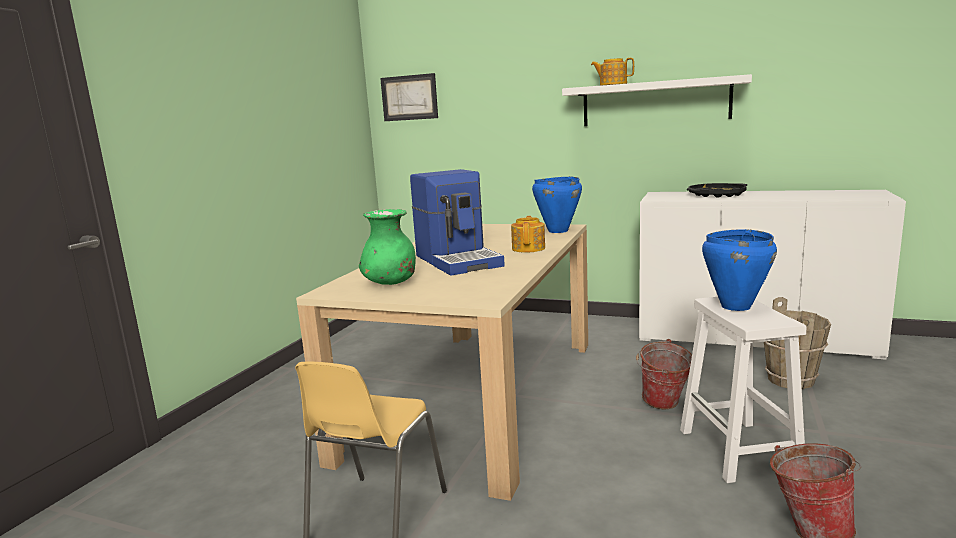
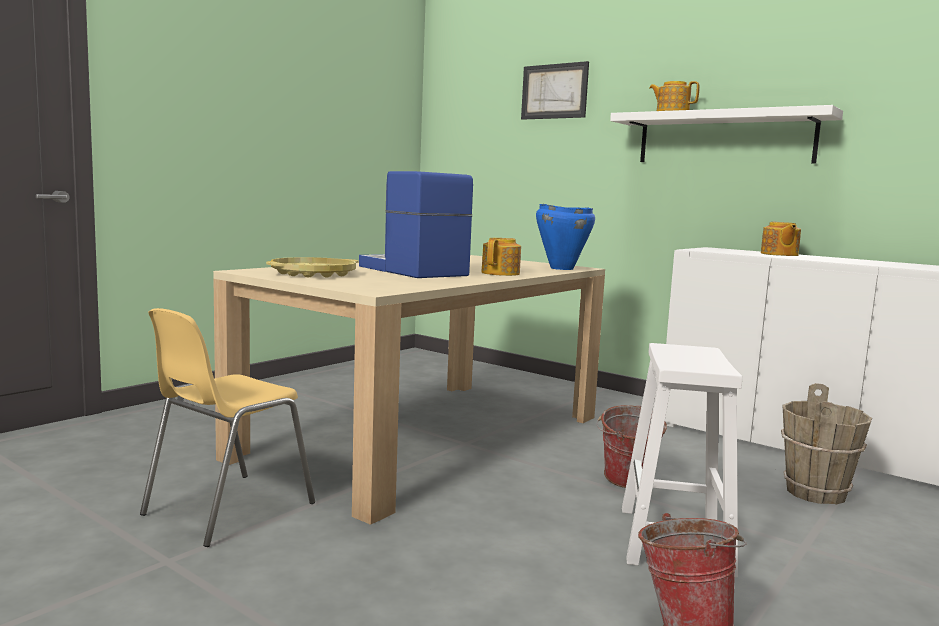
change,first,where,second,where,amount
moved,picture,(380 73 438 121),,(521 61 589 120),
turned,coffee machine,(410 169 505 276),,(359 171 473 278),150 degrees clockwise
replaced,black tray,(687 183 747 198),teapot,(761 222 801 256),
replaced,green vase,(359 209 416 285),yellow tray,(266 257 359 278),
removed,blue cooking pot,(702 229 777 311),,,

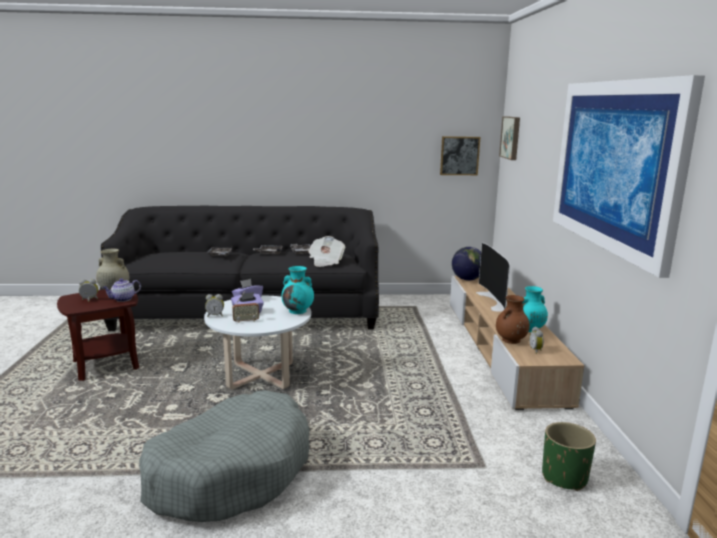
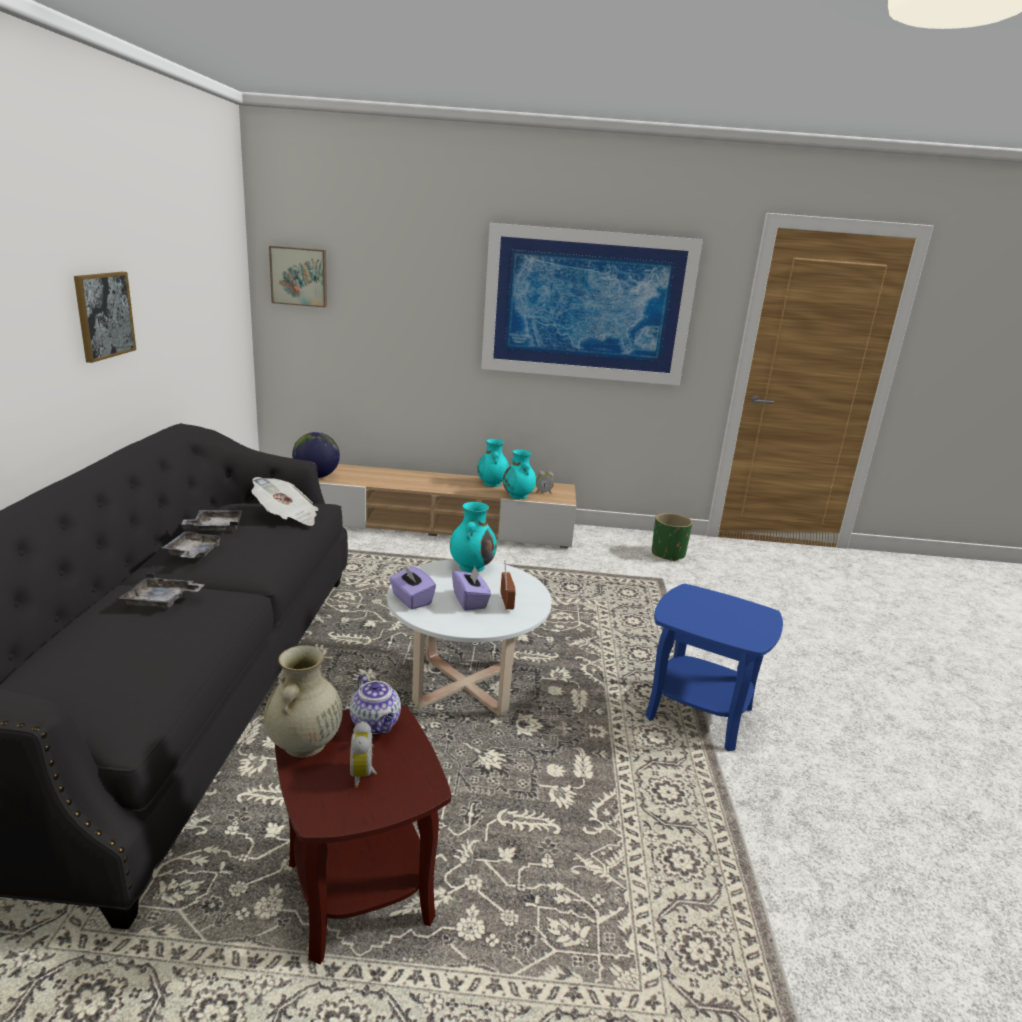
change,first,where,second,where,amount
moved,picture,(440 136 480 175),,(74 272 136 363),
removed,television,(476 242 510 312),,,
removed,alarm clock,(205 294 224 317),,,
recoloured,brown vase,(496 295 530 344),turquoise vase,(503 449 536 499),
replaced,grey dog bed,(139 390 309 522),blue side table,(646 584 783 751),

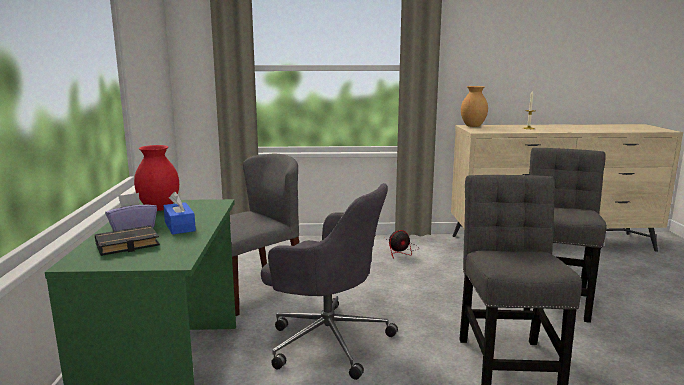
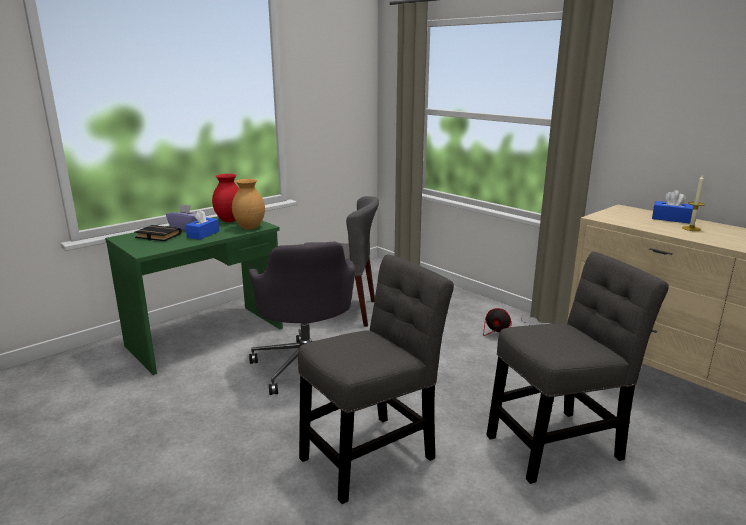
change,first,where,second,where,amount
moved,brown vase,(461 86 488 127),,(232 179 265 229),
added,,,blue tissue box,(652 190 693 224),

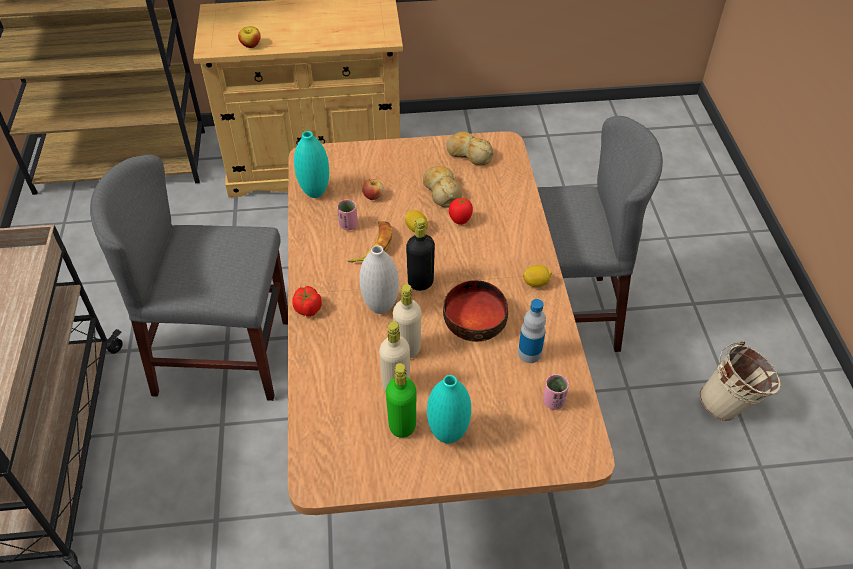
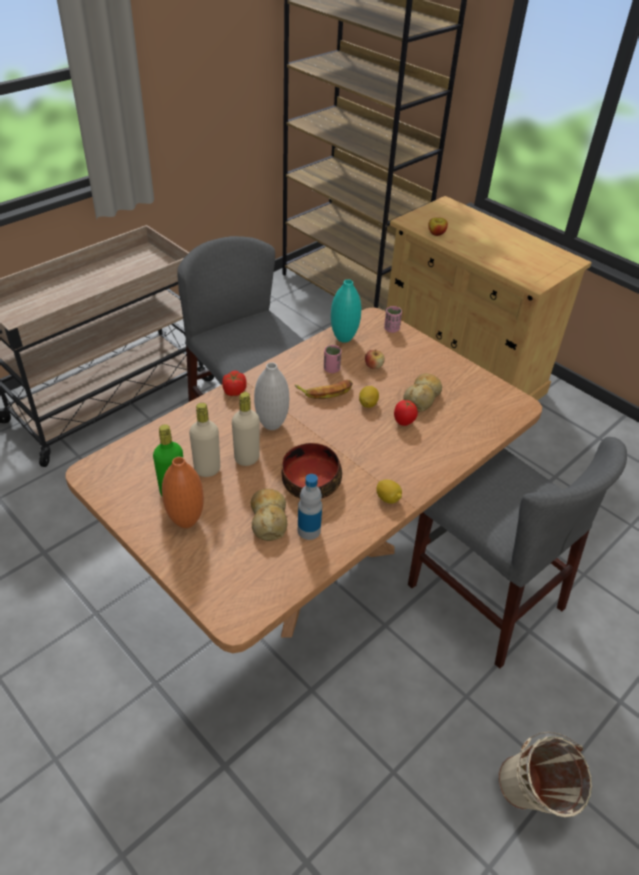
change,first,where,second,where,amount
moved,bread,(447 132 494 165),,(251 489 287 541),
removed,black bottle,(406 218 435 291),,,
moved,pink cup,(543 374 569 410),,(384 306 402 333),
recoloured,turquoise vase,(427 375 471 444),orange vase,(162 457 204 528),

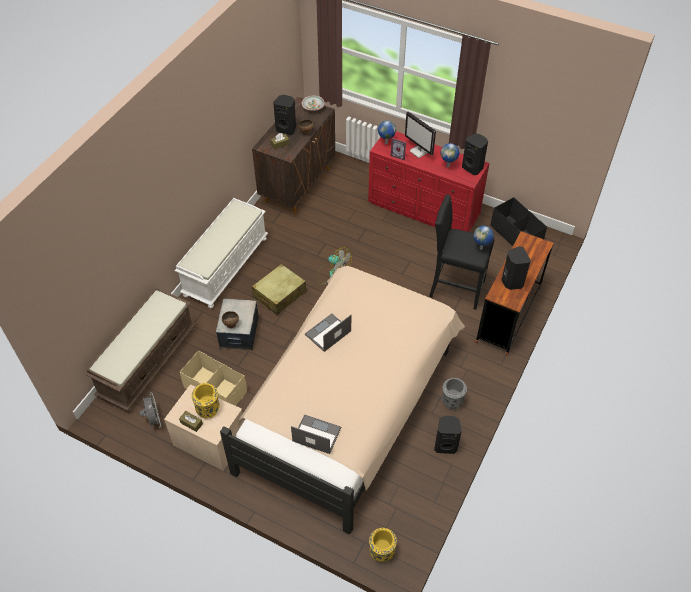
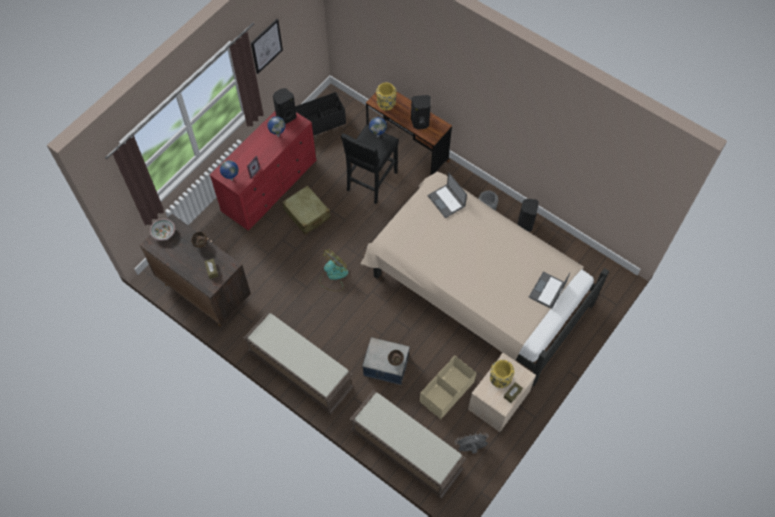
change,first,where,second,where,amount
removed,black speaker,(273 95 296 135),,,
removed,monitor,(405 112 436 158),,,
recoloured,white bench,(175 198 268 308),brown bench,(243 311 354 414),
moved,beige suitcase,(252 264 306 315),,(282 185 331 235),
moved,laptop,(305 314 351 352),,(428 172 467 218),
moved,yellow vase,(369 528 397 562),,(376 82 397 110),
added,,,picture,(251 19 283 74),

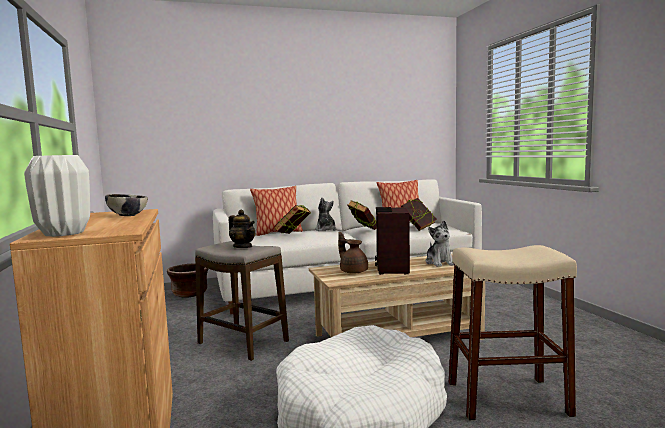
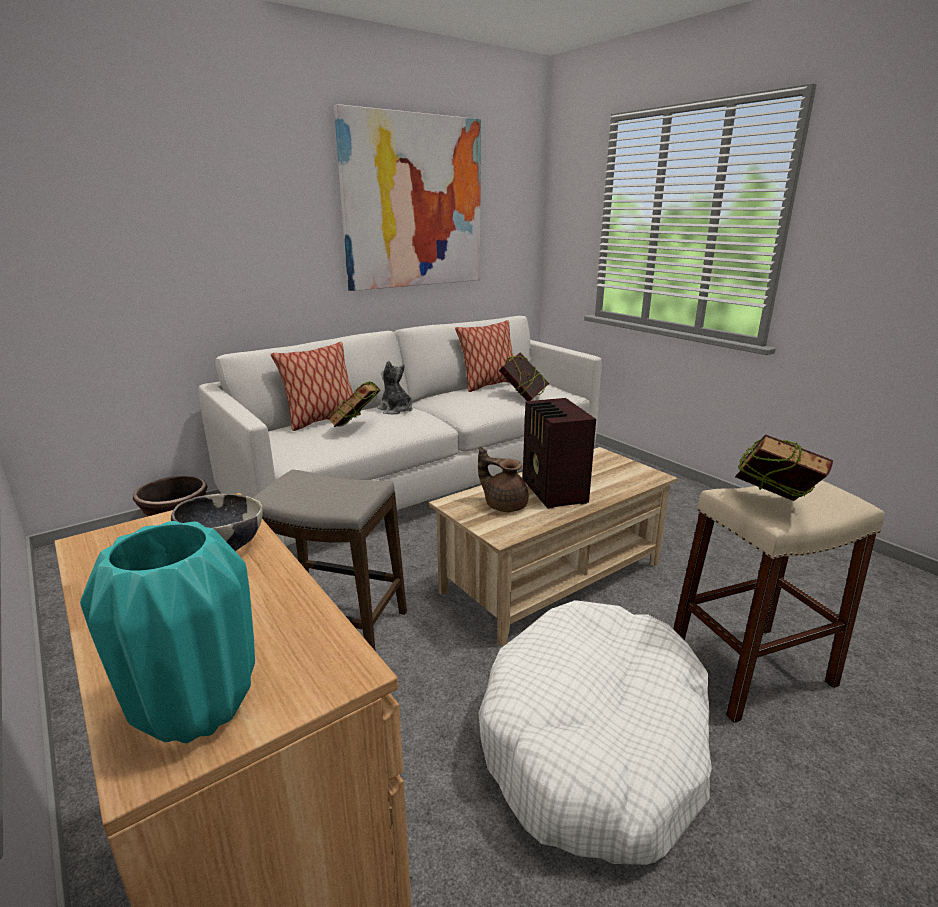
change,first,where,second,where,amount
recoloured,white vase,(24 155 90 237),turquoise vase,(80 521 255 743),
moved,book,(347 200 376 230),,(735 434 833 501),
removed,teapot,(228 210 255 248),,,
removed,plush toy,(426 220 454 267),,,
added,,,picture,(334 104 481 291),

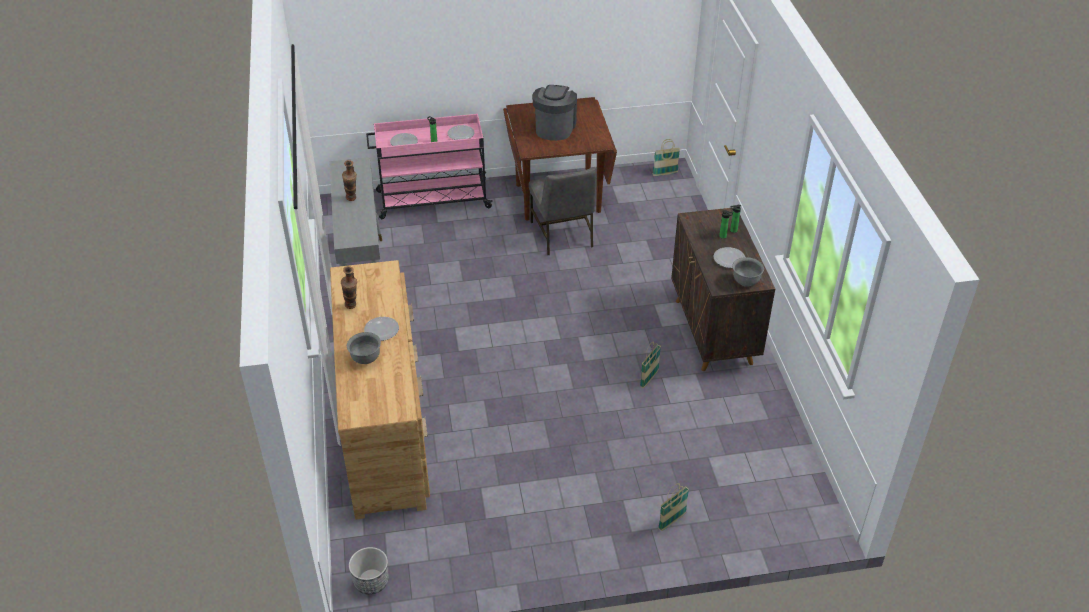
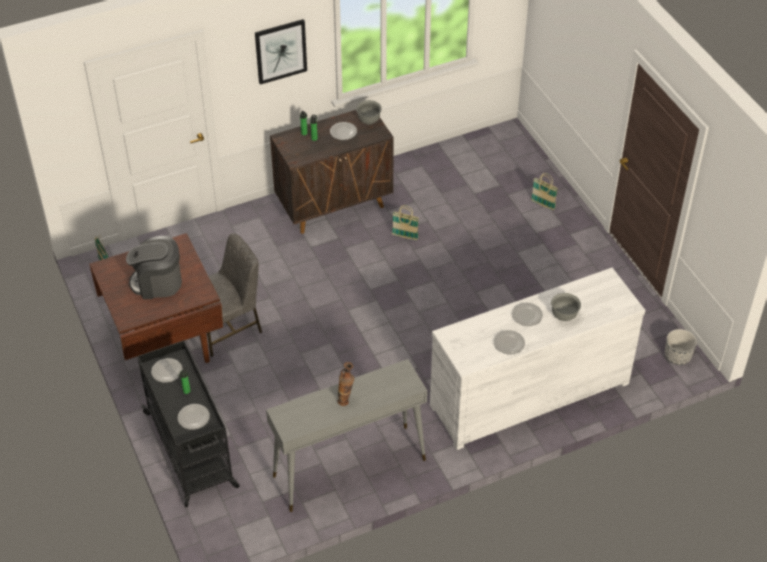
change,first,where,second,where,amount
recoloured,pink cart,(366 114 493 219),black cart,(137 340 240 507),
recoloured,brown dresser,(330 260 430 519),white dresser,(430 268 645 450),
replaced,vase,(341 266 357 309),plate,(493 330 525 355),
added,,,picture,(255 19 307 85),

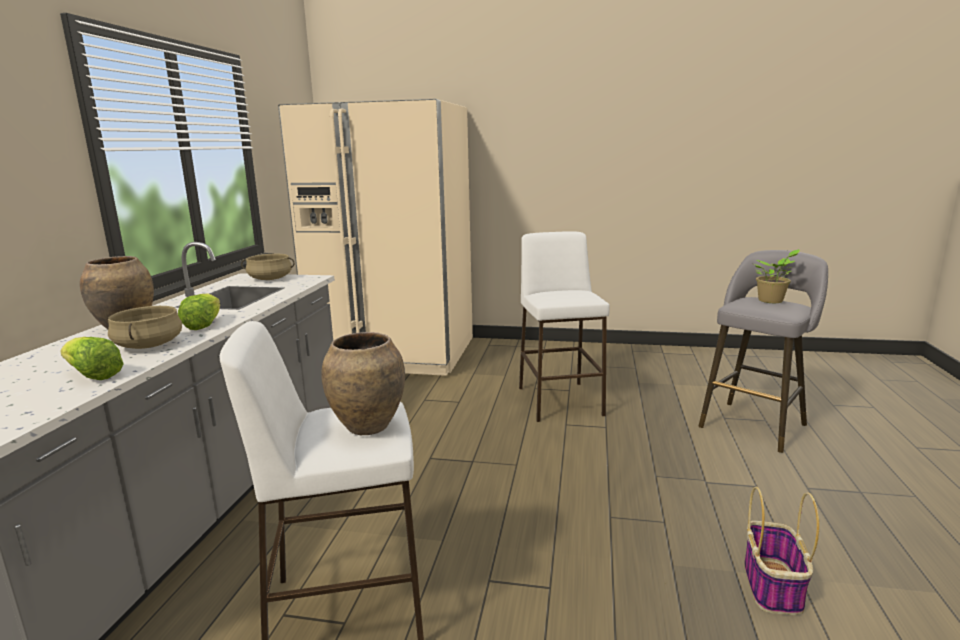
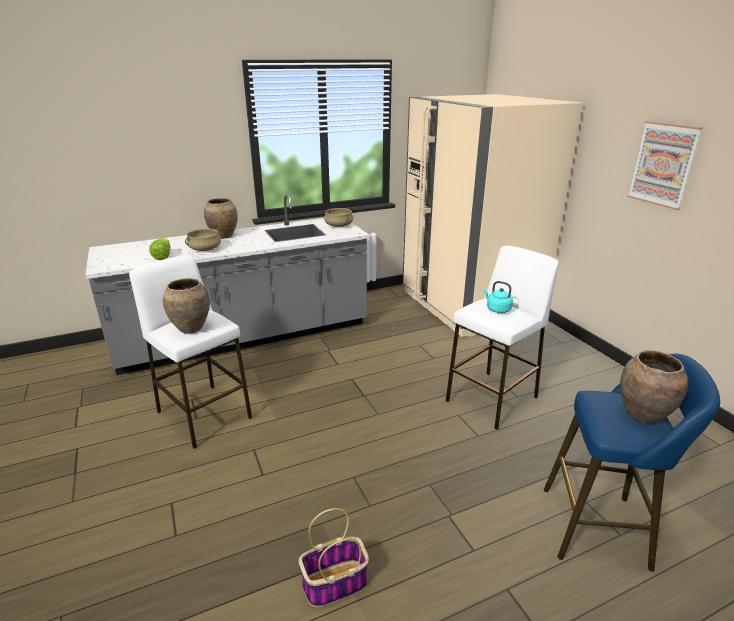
change,first,where,second,where,amount
replaced,potted plant,(754 249 800 303),brown vase,(620 350 688 423),
recoloured,grey stool,(698 250 828 453),blue stool,(544 354 720 572),
removed,lettuce,(178 293 220 330),,,
added,,,picture,(628 121 702 210),
added,,,turquoise kettle,(483 281 513 313),

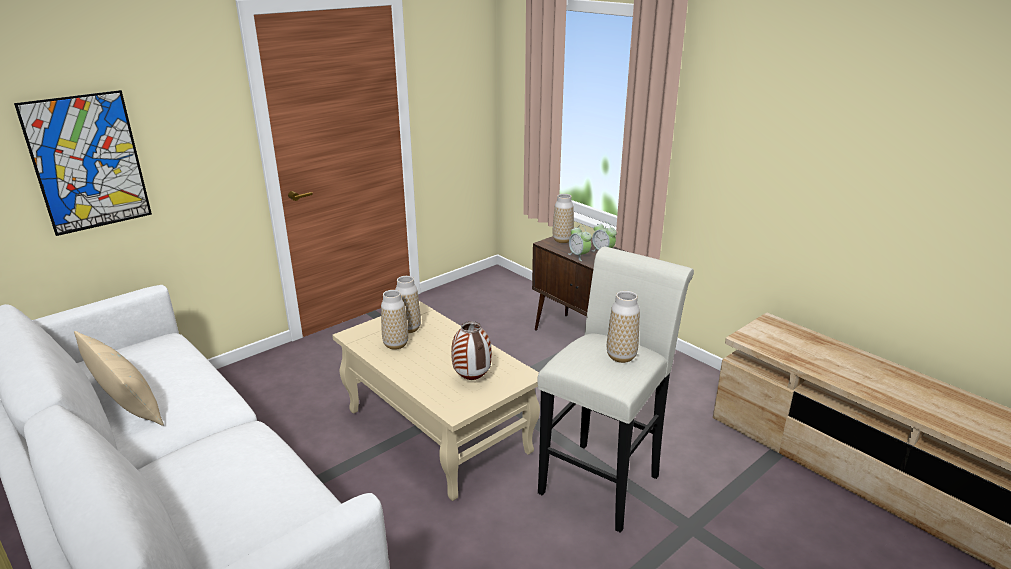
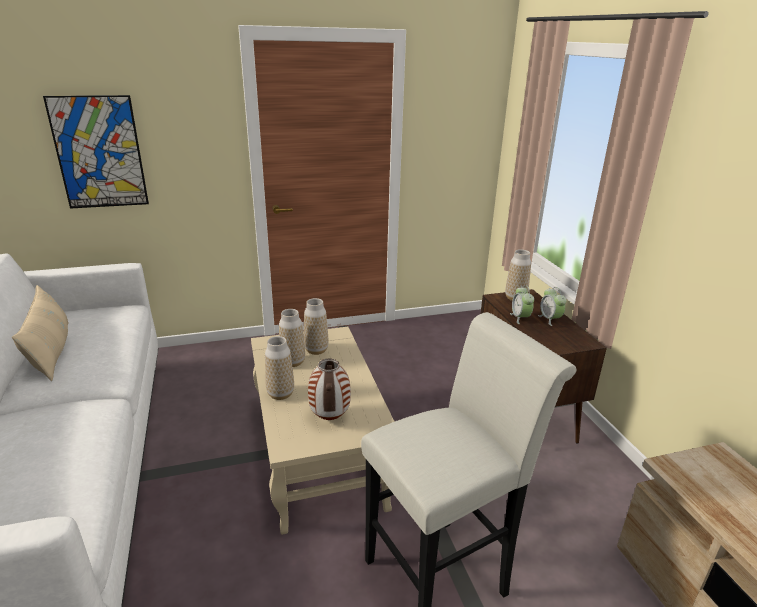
change,first,where,second,where,amount
moved,vase,(607 291 640 363),,(265 336 294 400),

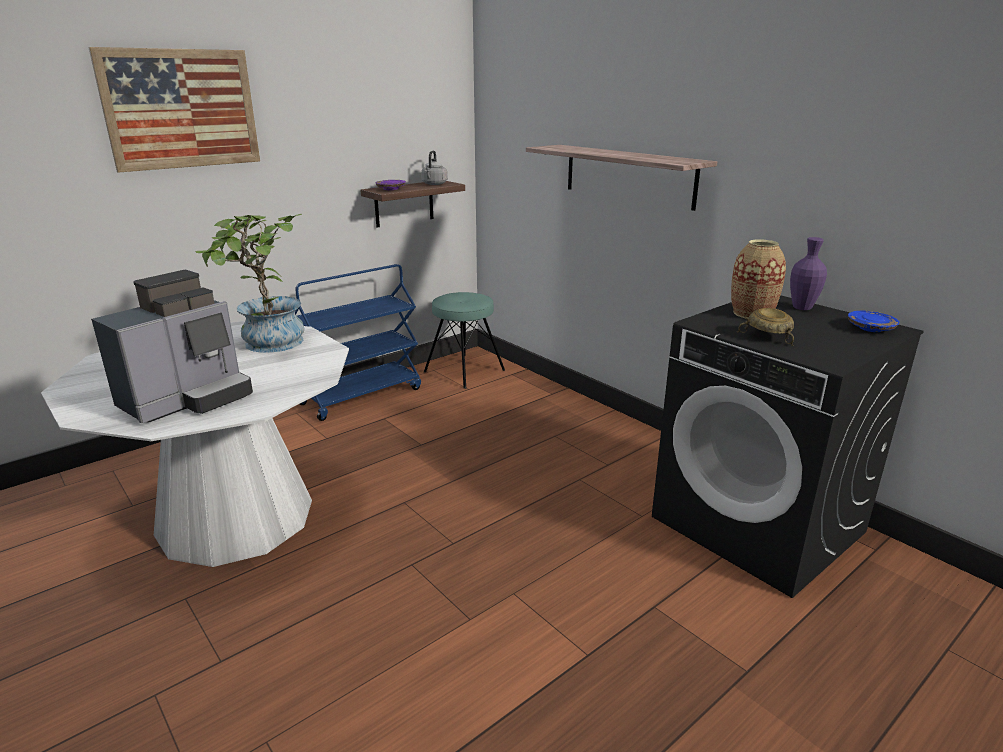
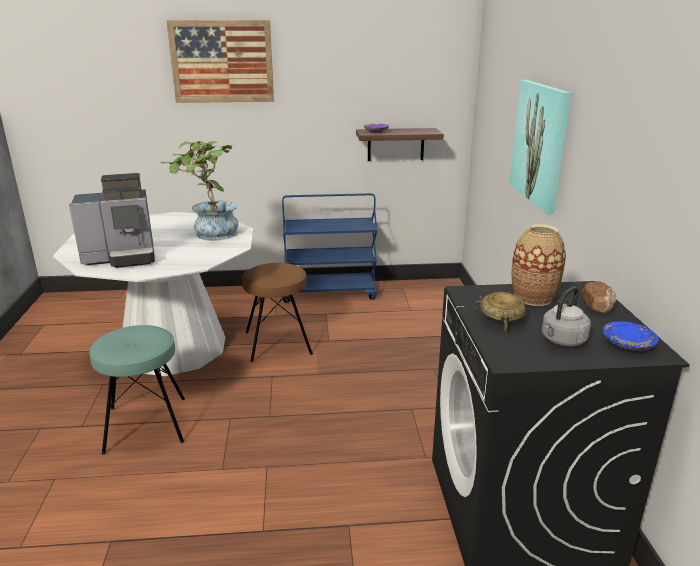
change,first,where,second,where,amount
replaced,shelf,(526 145 717 211),picture,(509 80 571 214),
moved,grey kettle,(421 151 447 185),,(542 287 591 347),
replaced,purple vase,(790 237 827 310),bread,(582 281 616 313),
moved,turquoise stool,(424 292 505 389),,(89 325 185 455),
added,,,brown stool,(242 263 313 362),

